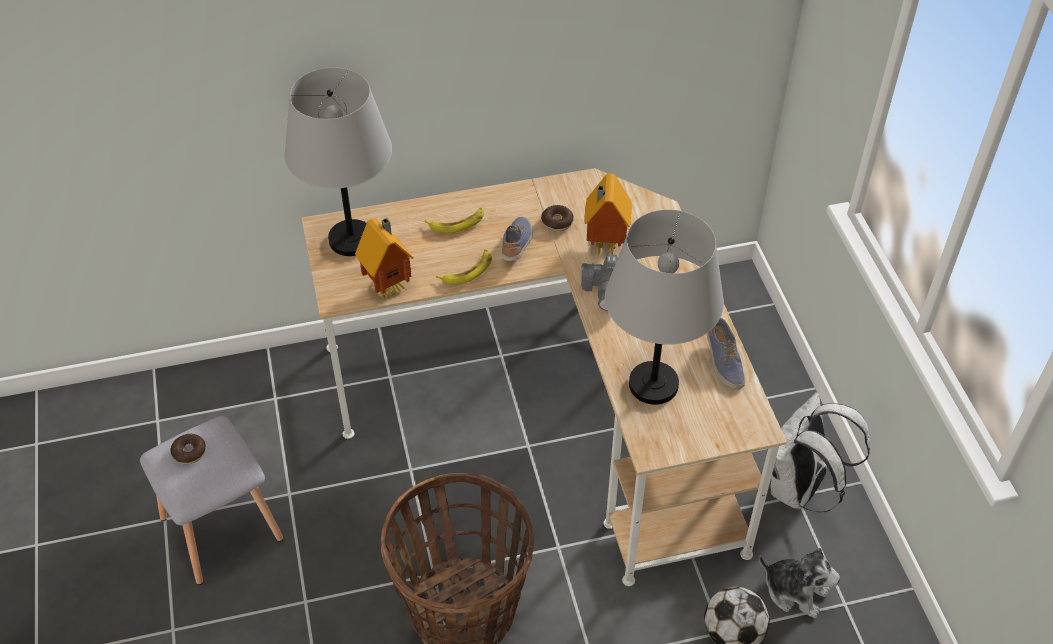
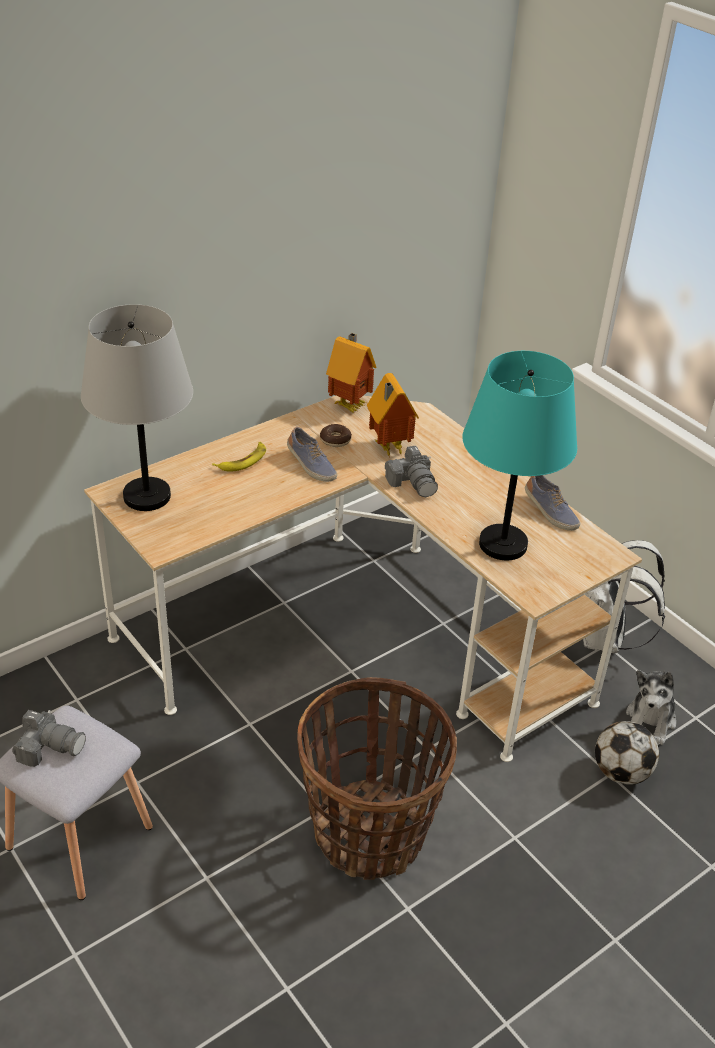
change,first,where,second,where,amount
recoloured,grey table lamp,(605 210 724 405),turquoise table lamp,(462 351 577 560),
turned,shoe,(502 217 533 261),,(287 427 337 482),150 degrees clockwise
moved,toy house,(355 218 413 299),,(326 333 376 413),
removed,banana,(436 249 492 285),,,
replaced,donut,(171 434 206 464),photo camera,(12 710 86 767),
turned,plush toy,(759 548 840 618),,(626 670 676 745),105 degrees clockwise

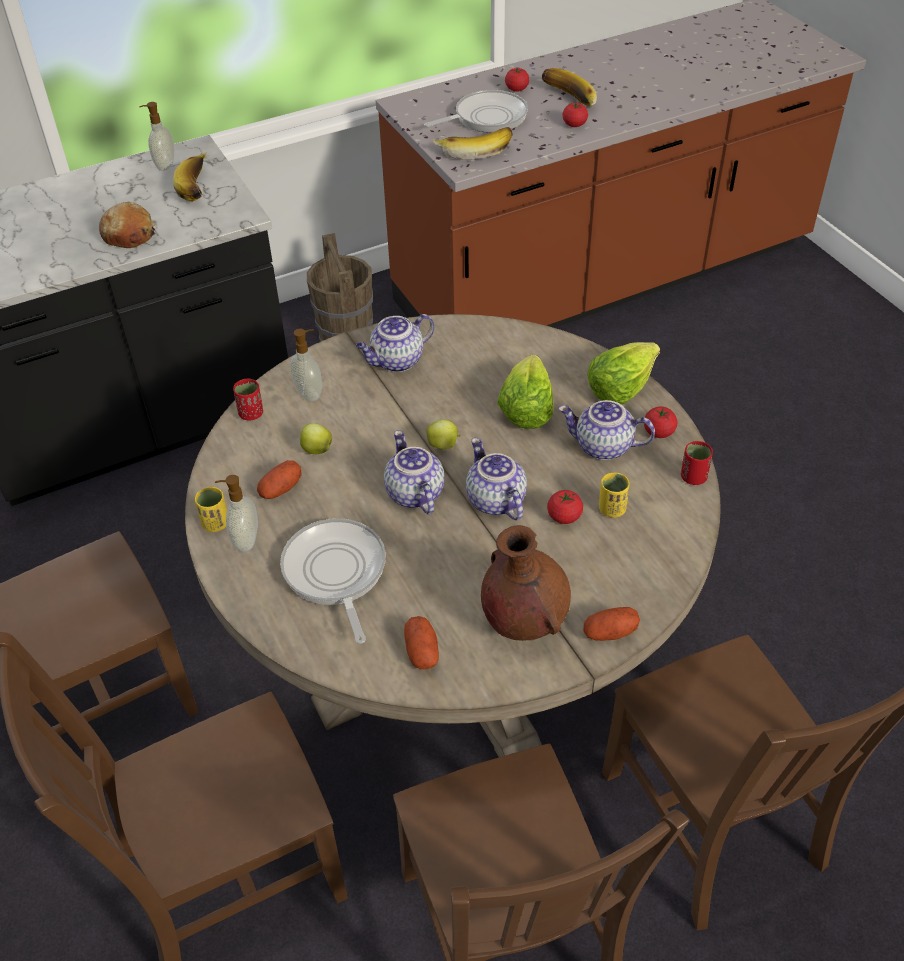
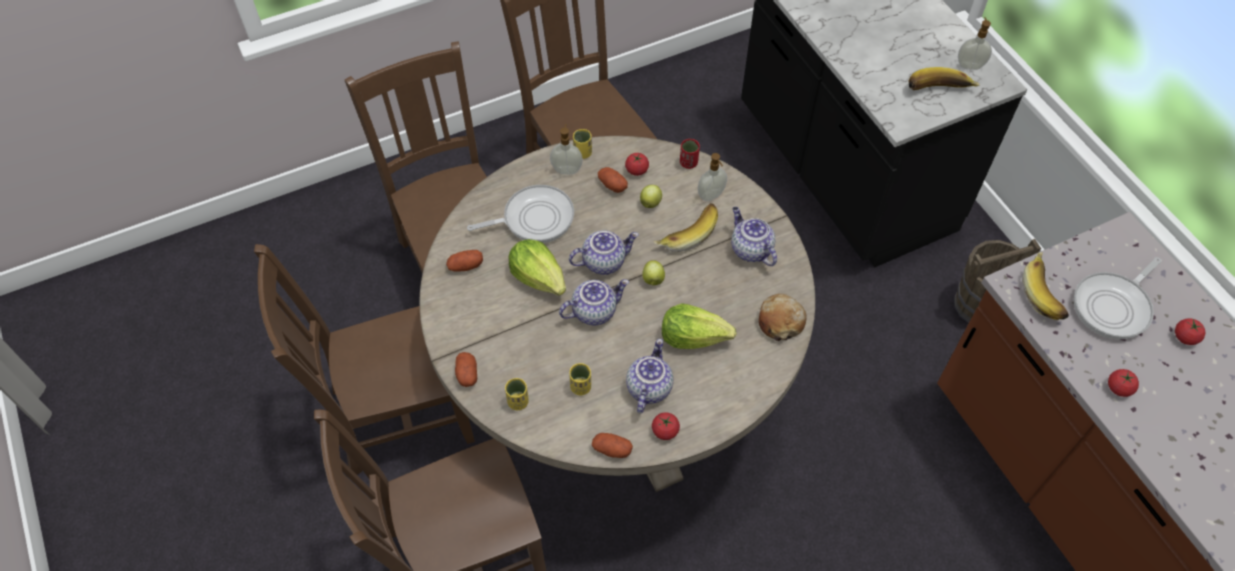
change,first,where,second,where,amount
moved,banana,(542 68 597 107),,(654 203 718 252),
turned,frying pan,(424 90 528 133),,(1074 257 1162 340),75 degrees clockwise
moved,bread,(99 202 155 248),,(759 294 807 341),
moved,lettuce,(587 342 660 405),,(508 239 566 296),
replaced,red cup,(681 441 713 485),potato,(592 433 633 458),
moved,tomato,(547 490 583 524),,(625 153 649 176),
removed,brown vase,(481 525 571 641),,,
added,,,yellow cup,(505 378 529 410),

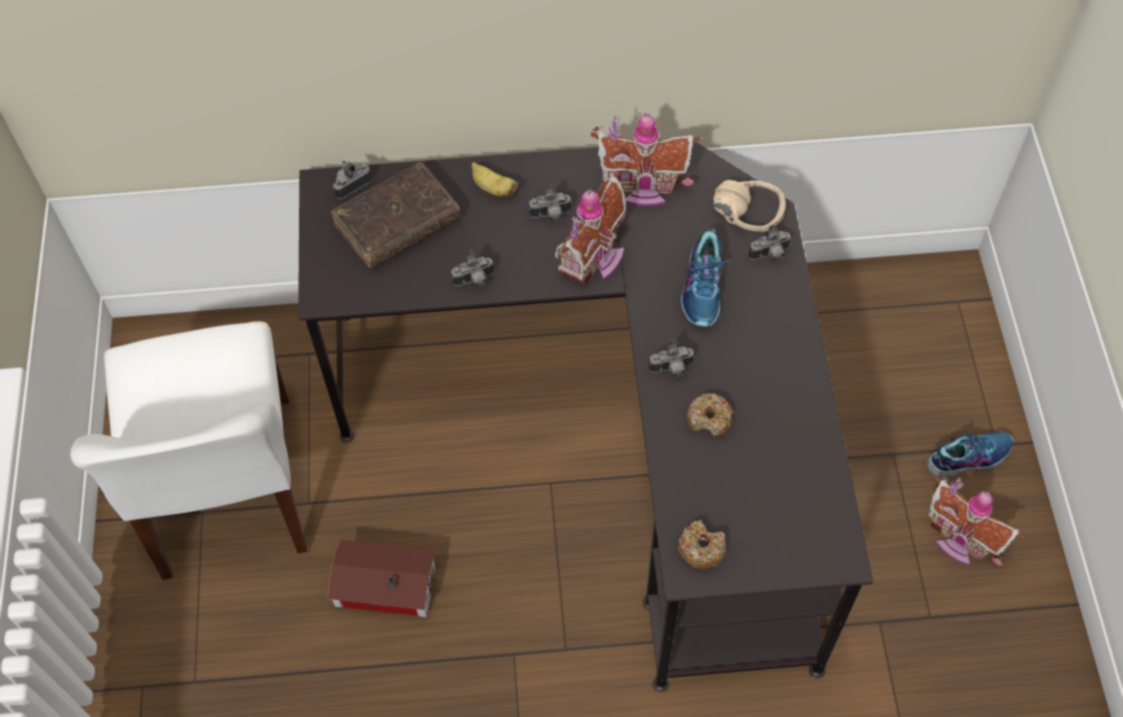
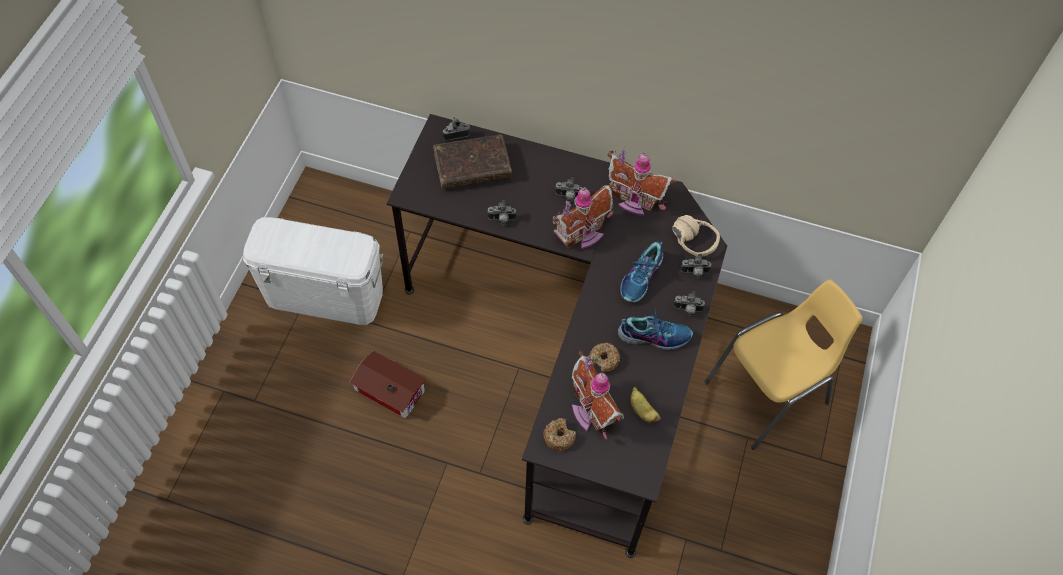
change,first,where,second,where,amount
moved,banana,(471 162 519 197),,(630 387 661 423),
replaced,white chair,(70 321 307 580),white storage box,(242 217 383 325),
moved,photo camera,(649 340 695 377),,(673 291 705 316),
moved,shoe,(927 424 1013 479),,(618 310 693 350),
moved,toy house,(928 475 1025 566),,(572 351 624 440),
added,,,yellow chair,(705 279 862 450),

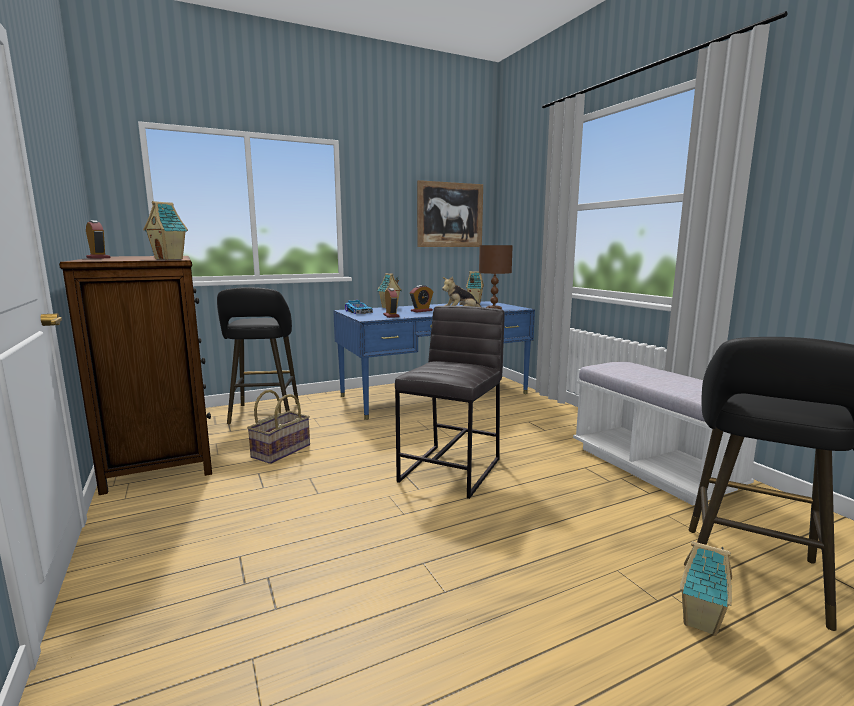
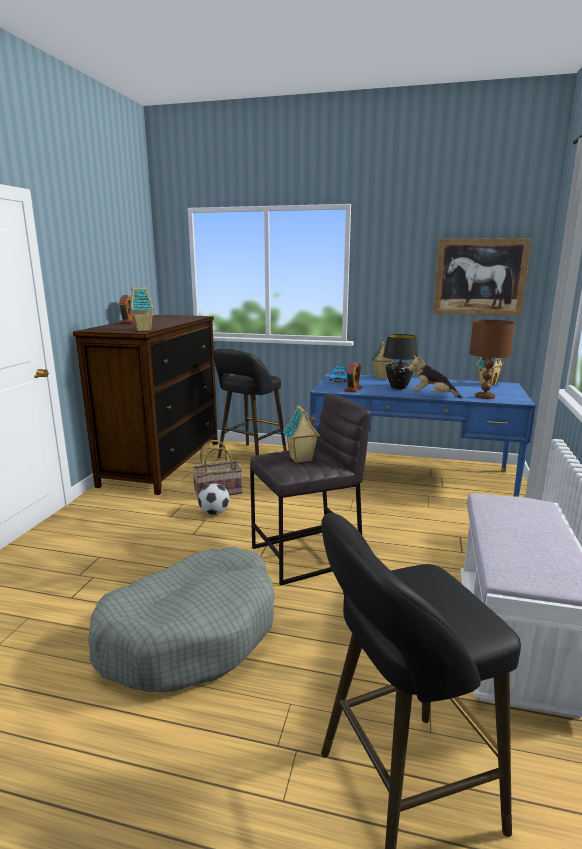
change,first,where,second,where,amount
replaced,alarm clock,(410 285 433 312),black table lamp,(383 334 418 389),
moved,toy house,(680 541 732 636),,(283 405 320 463),
added,,,football,(198 483 230 515),
added,,,grey dog bed,(88 547 275 692),

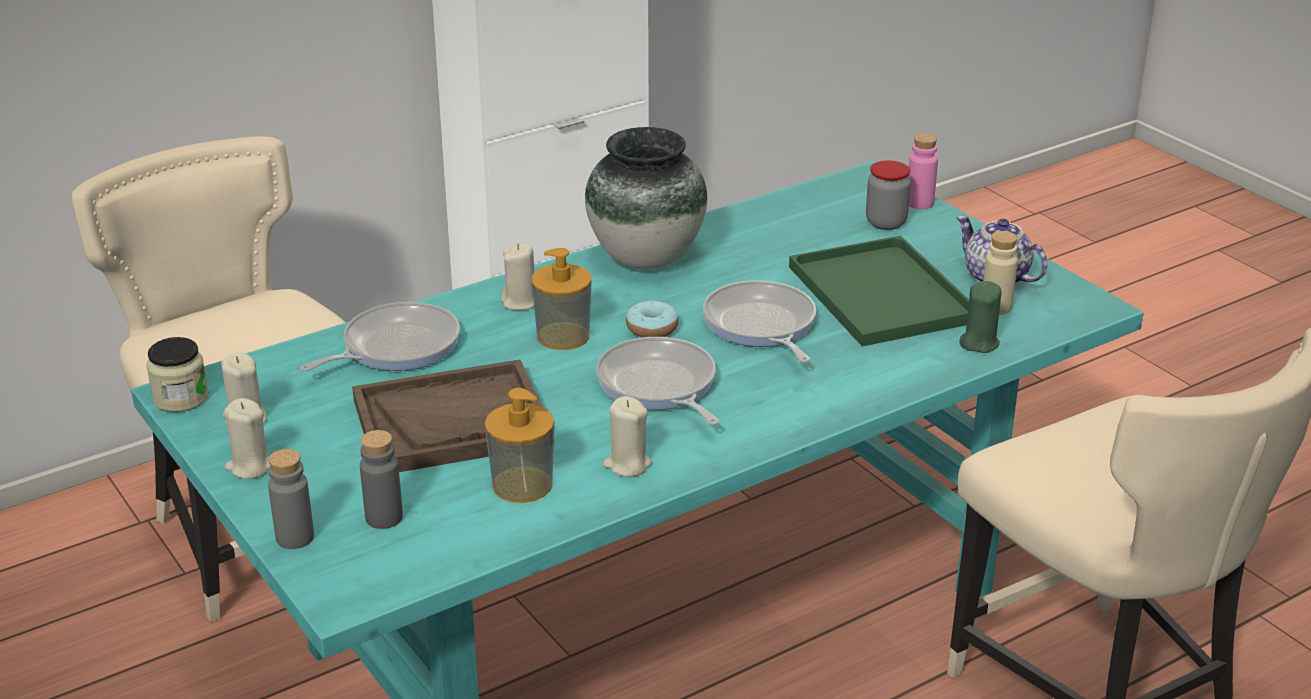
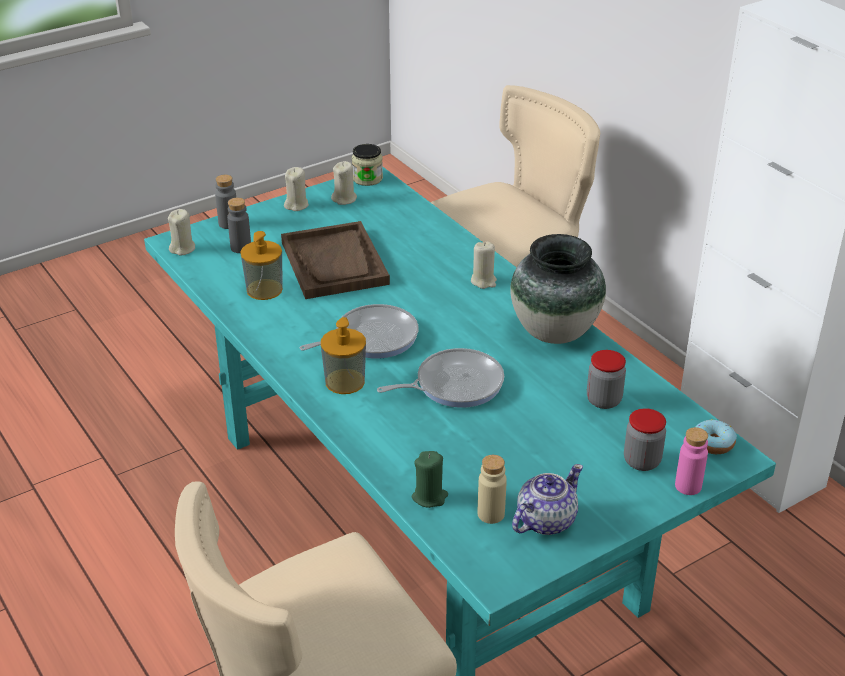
change,first,where,second,where,amount
removed,green tray,(789 236 969 346),,,
moved,soap dispenser,(532 248 592 350),,(321 317 366 394),
moved,donut,(626 301 679 337),,(696 419 737 454),
removed,frying pan,(300 302 460 371),,,
moved,beige candle,(603 396 652 477),,(168 209 195 255),
added,,,jar,(587 350 626 409),

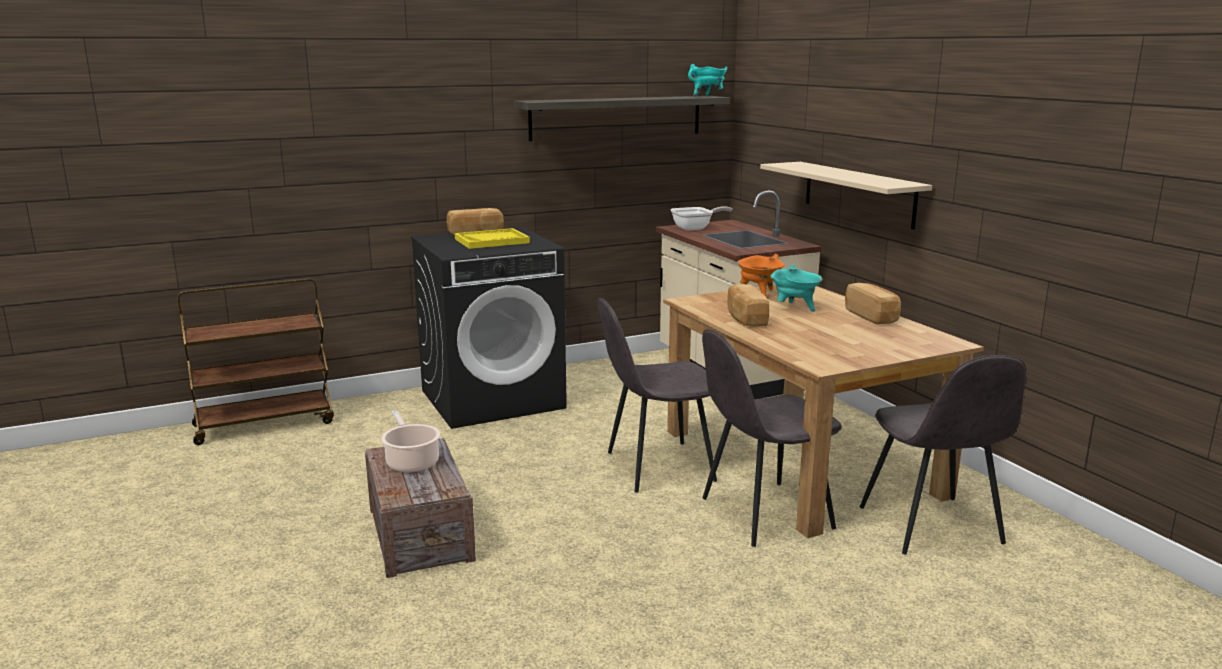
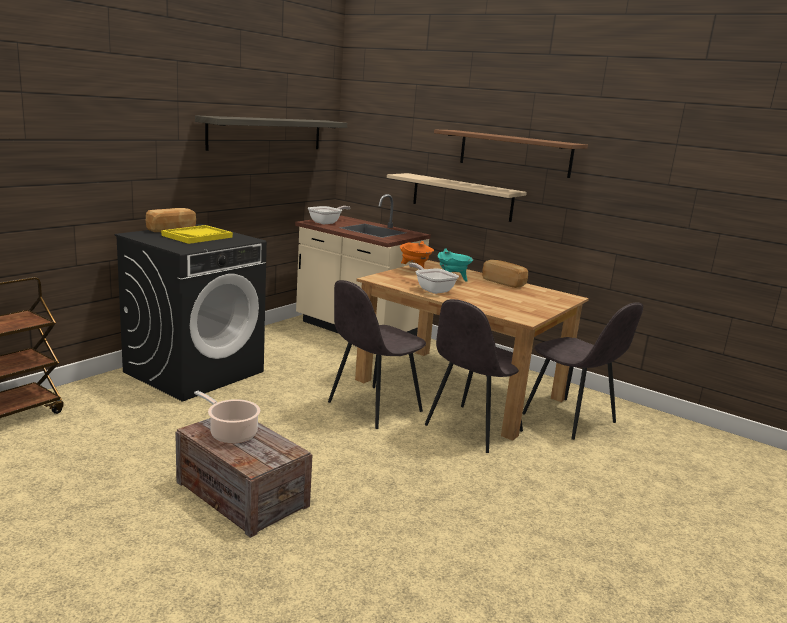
change,first,where,second,where,amount
removed,turquoise cooking pot,(688 64 728 97),,,
replaced,bread,(727 284 769 327),frying pan,(409 263 459 294),
added,,,brown shelf,(434 130 588 178),

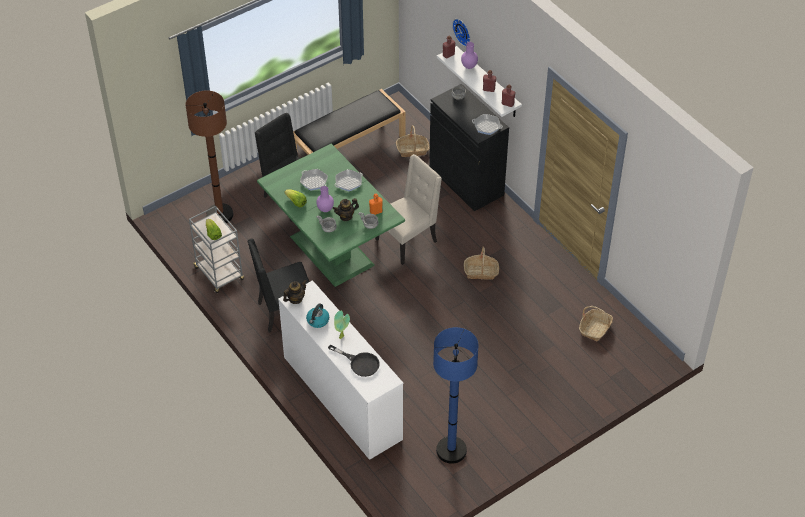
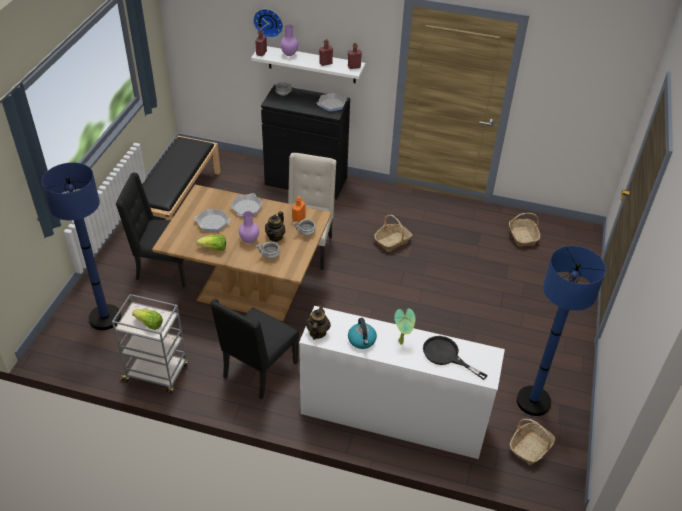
change,first,where,second,where,amount
recoloured,brown floor lamp,(186 90 233 223),blue floor lamp,(42 163 121 330),
moved,basket,(396 125 430 157),,(510 419 555 465),
recoloured,green dining table,(257 144 405 287),brown dining table,(152 185 331 321),
turned,black frying pan,(328 345 380 377),,(423 336 488 380),135 degrees counterclockwise

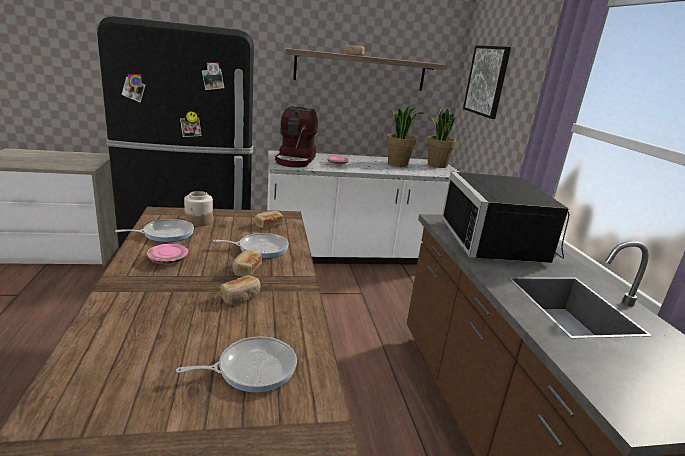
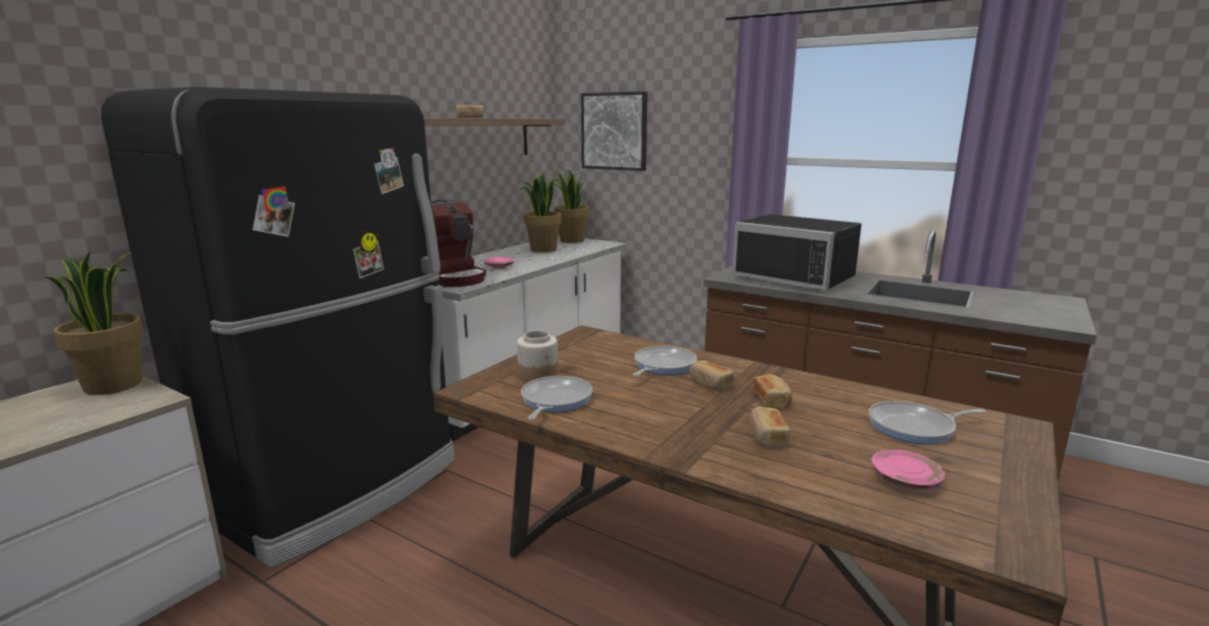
change,first,where,second,where,amount
moved,bread,(255 211 283 228),,(749 407 790 448),
moved,pink plate,(147 244 188 264),,(872 450 945 490),
turned,frying pan,(176 337 297 392),,(869 401 986 444),120 degrees counterclockwise
added,,,potted plant,(45 252 144 395),

